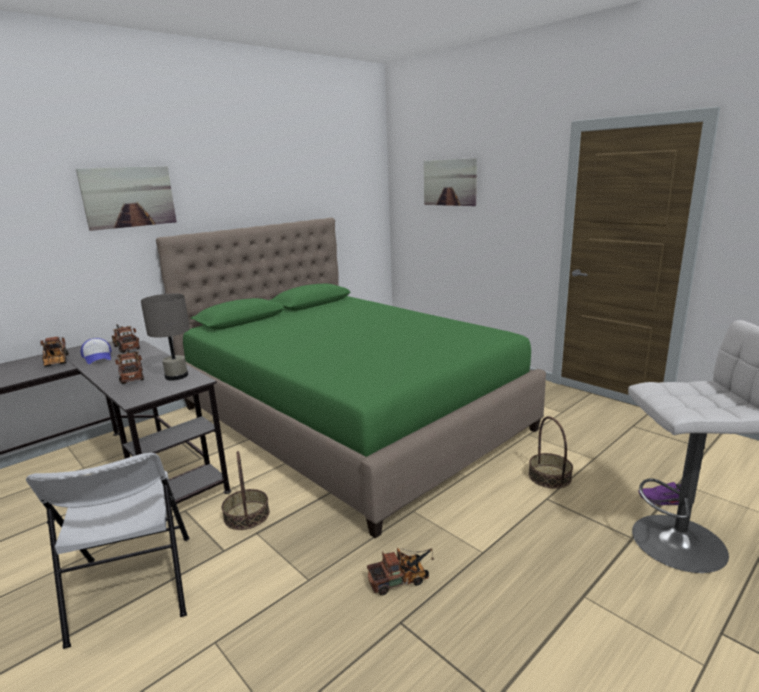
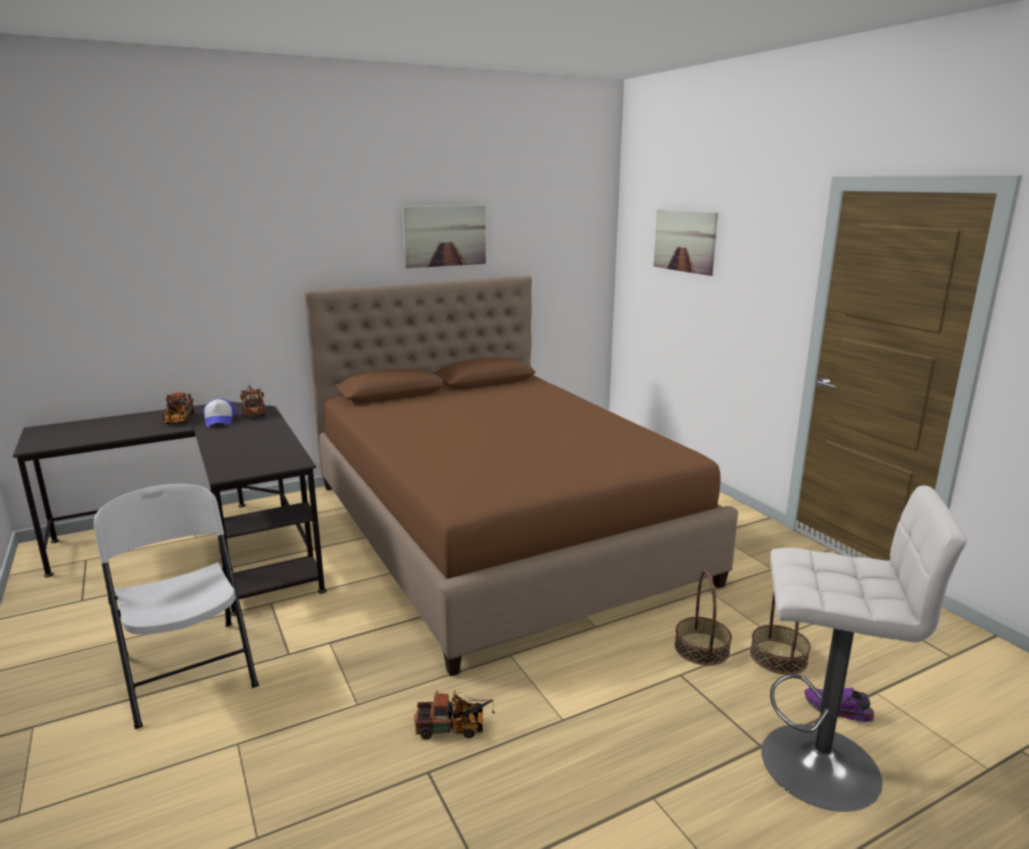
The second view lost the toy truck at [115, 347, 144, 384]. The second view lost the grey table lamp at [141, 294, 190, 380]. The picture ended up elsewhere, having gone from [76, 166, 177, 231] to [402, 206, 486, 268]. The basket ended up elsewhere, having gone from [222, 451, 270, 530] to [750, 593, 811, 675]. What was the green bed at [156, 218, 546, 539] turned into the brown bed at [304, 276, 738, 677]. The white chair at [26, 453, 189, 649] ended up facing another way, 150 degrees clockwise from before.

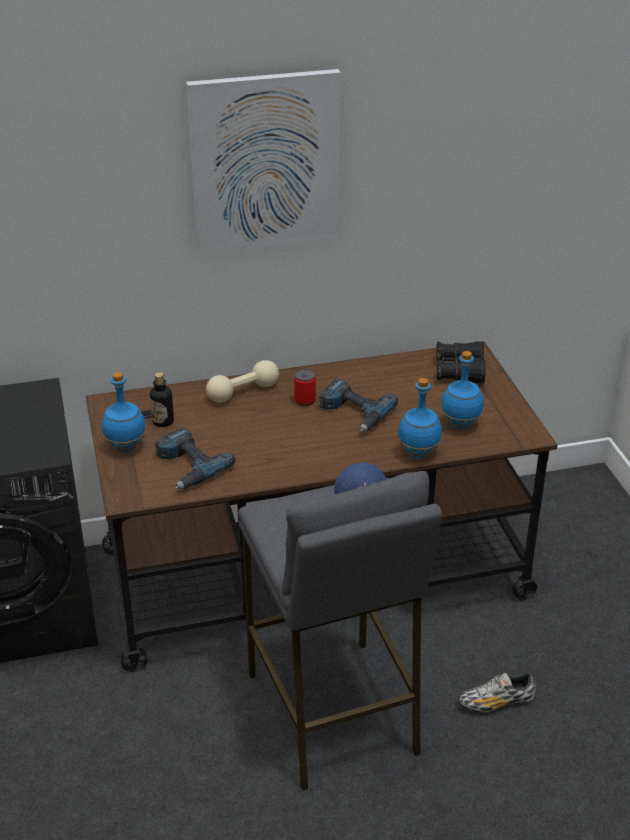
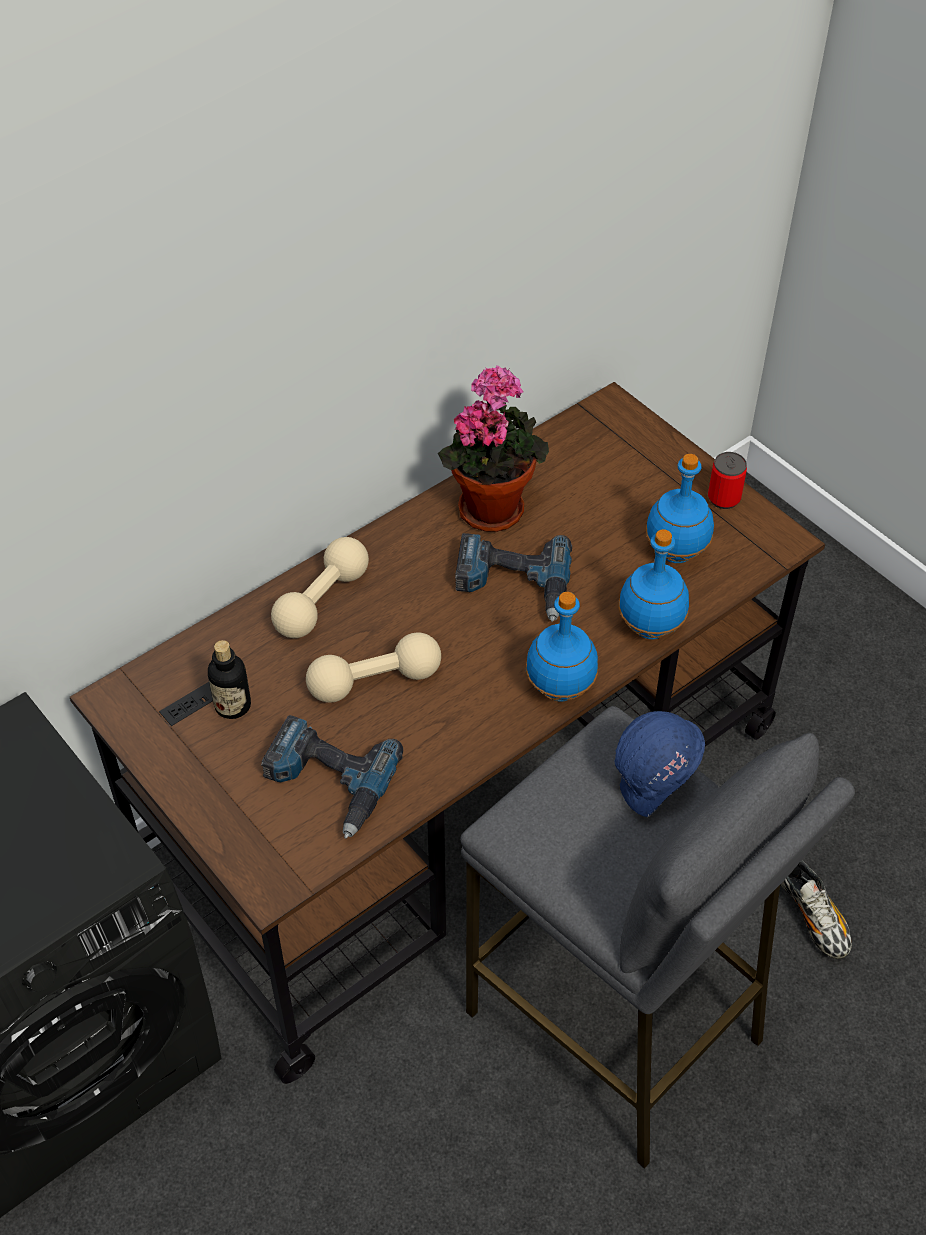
The second view lost the picture at [186, 69, 341, 255]. The second view lost the black binoculars at [436, 342, 486, 384]. The second view gained the beige dumbbell at [306, 632, 441, 703]. The second view gained the potted plant at [438, 366, 549, 532]. The blue bottle ended up elsewhere, having gone from [102, 372, 146, 452] to [526, 592, 598, 702]. The can ended up elsewhere, having gone from [294, 369, 316, 406] to [708, 452, 747, 509]. The shoe at [458, 672, 536, 711] ended up facing another way, 75 degrees counterclockwise from before.

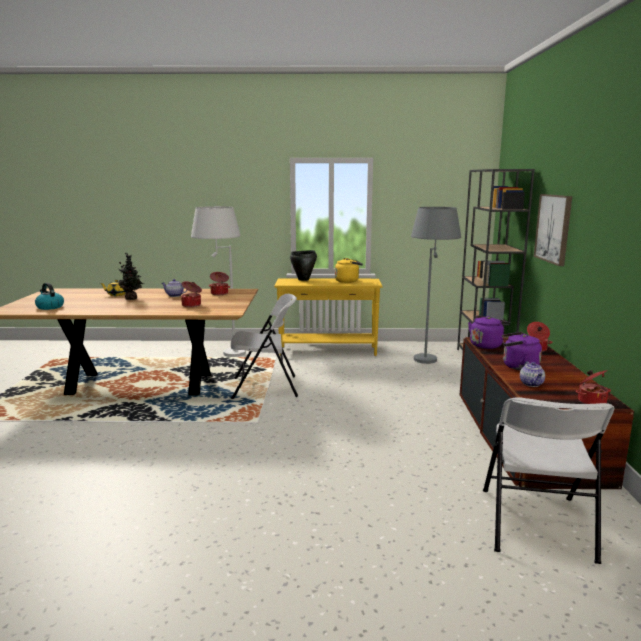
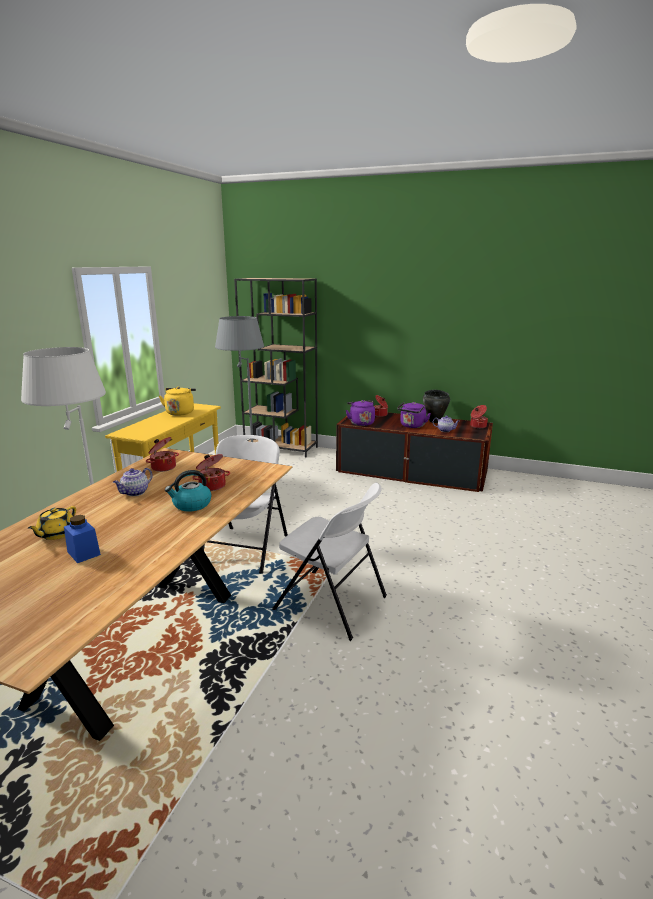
The second view lost the potted plant at [118, 253, 144, 300]. The second view lost the picture at [534, 194, 572, 266]. The second view gained the blue jar at [64, 515, 101, 563]. The kettle ended up elsewhere, having gone from [35, 283, 64, 310] to [165, 470, 212, 512]. The black cooking pot ended up elsewhere, having gone from [290, 250, 317, 281] to [423, 390, 450, 423]. The white chair ended up elsewhere, having gone from [483, 397, 614, 564] to [272, 483, 387, 641].

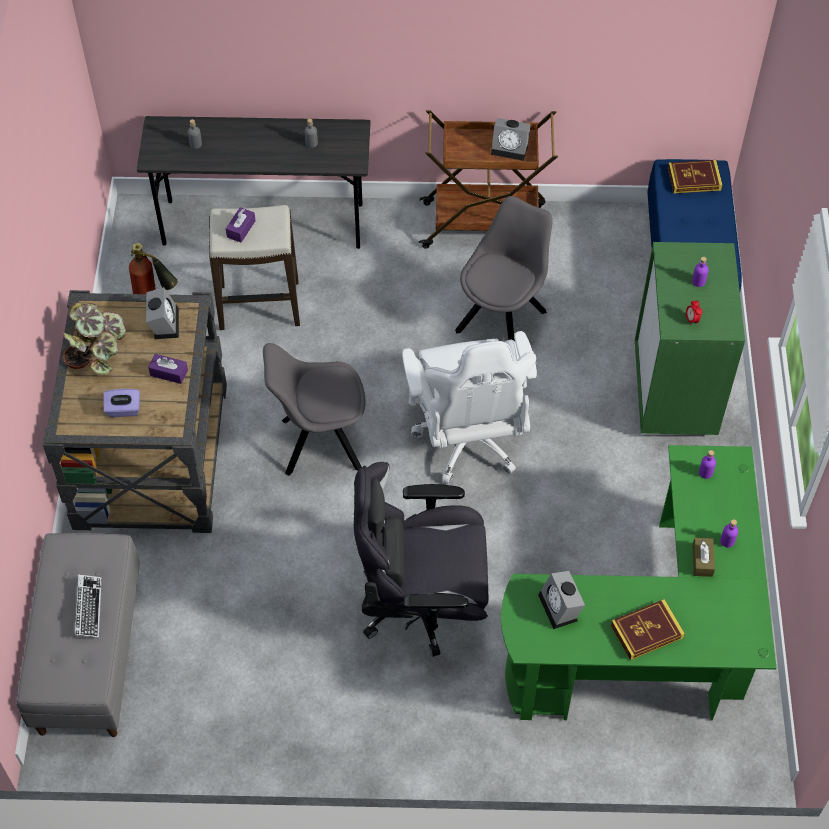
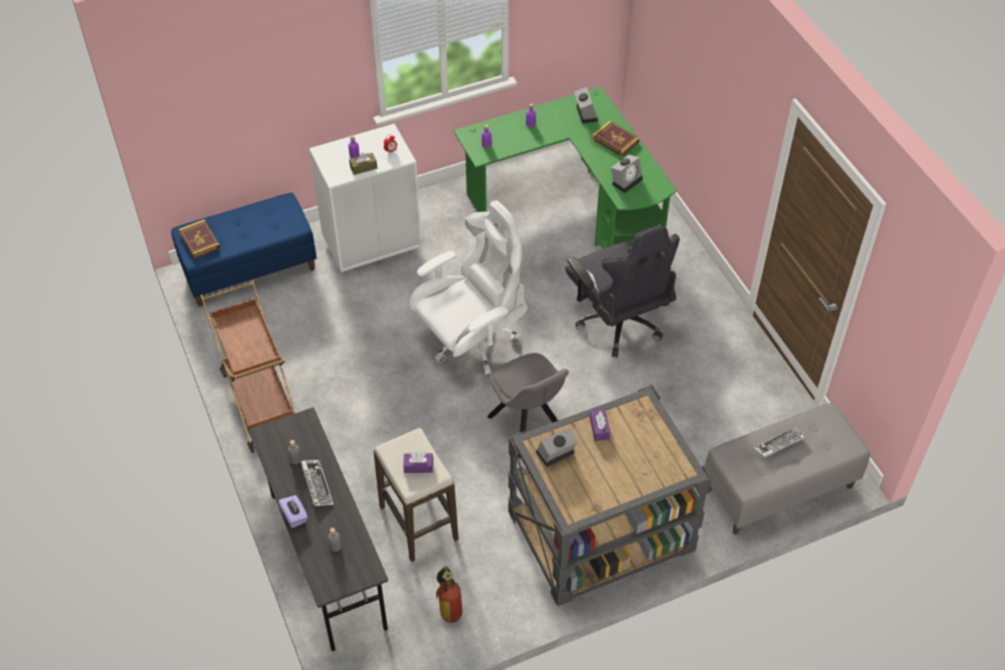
The second view lost the potted plant at [63, 302, 127, 375]. The second view lost the grey chair at [455, 196, 553, 341]. The second view gained the keyboard at [301, 460, 334, 506]. The purple tissue box ended up elsewhere, having gone from [103, 389, 140, 417] to [278, 495, 308, 528]. The alarm clock ended up elsewhere, having gone from [491, 118, 531, 161] to [574, 87, 598, 123]. The brown tissue box ended up elsewhere, having gone from [692, 538, 715, 577] to [349, 153, 377, 175]. What was the green cabinet at [635, 242, 745, 435] turned into the white cabinet at [309, 124, 422, 272].

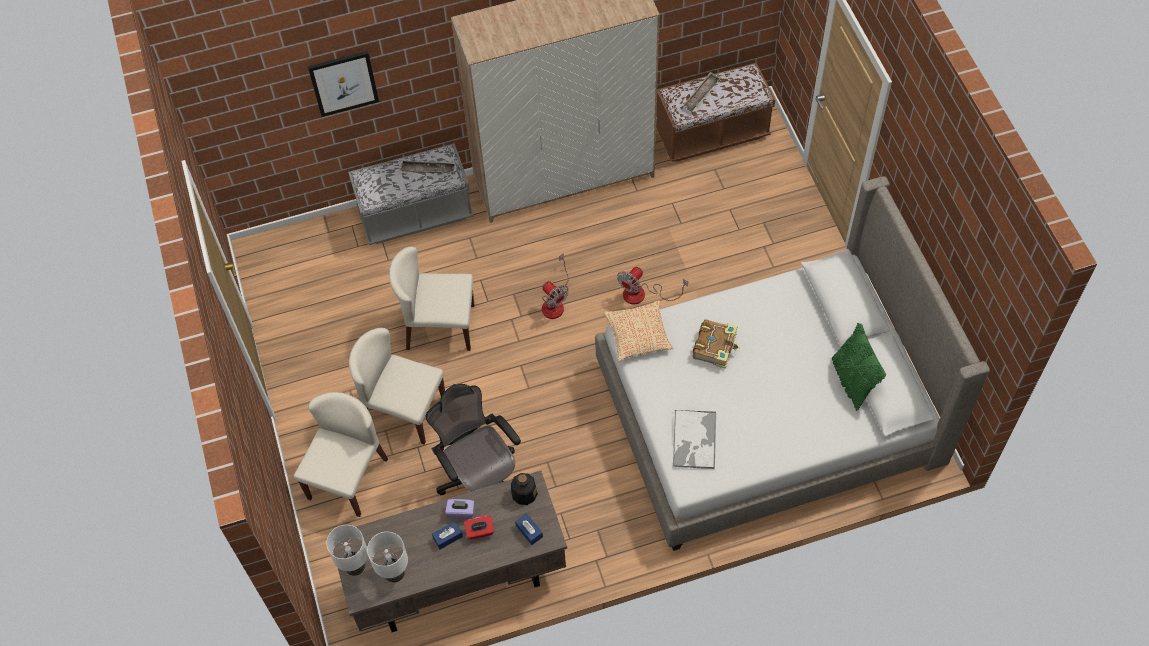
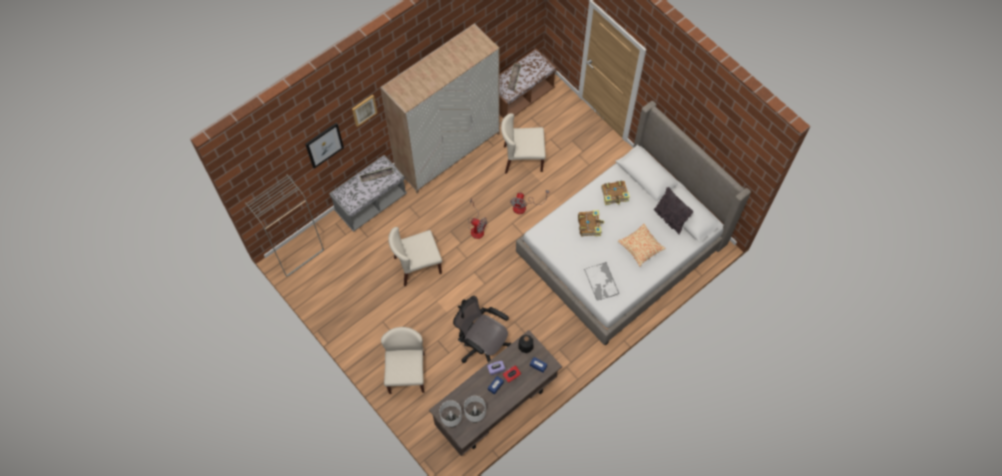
The second view gained the grey clothes rack at [245, 174, 324, 276]. The second view gained the picture at [352, 94, 377, 127]. The second view gained the book at [601, 181, 630, 205]. The beige chair ended up elsewhere, having gone from [349, 328, 445, 444] to [501, 113, 546, 174]. The beige pillow ended up elsewhere, having gone from [604, 300, 673, 362] to [618, 223, 666, 267]. What was the green pillow at [832, 323, 886, 411] turned into the black pillow at [654, 187, 693, 234].

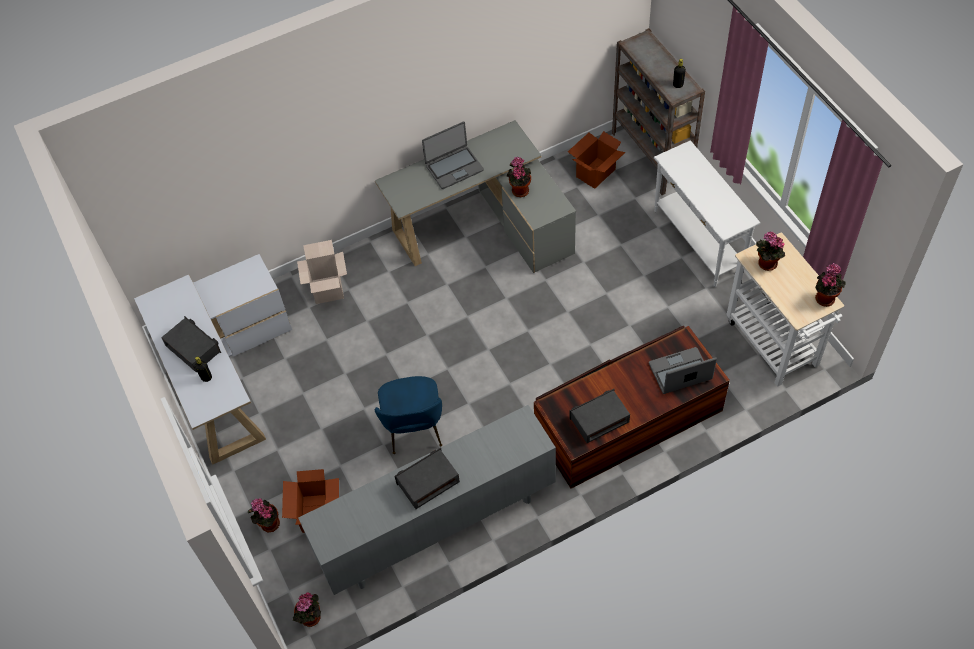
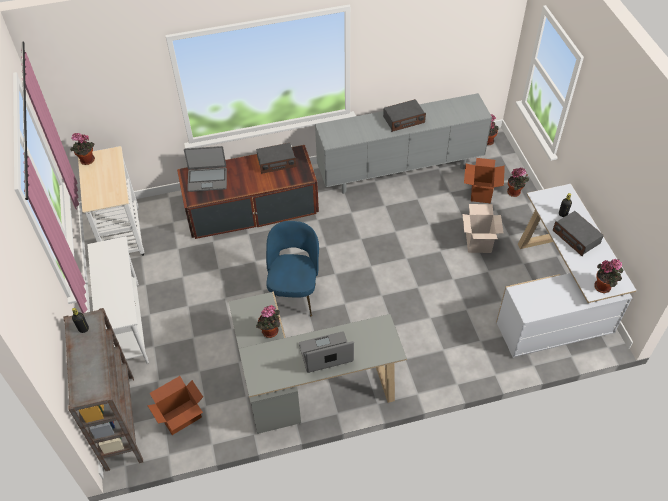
The cardboard box ended up elsewhere, having gone from [297, 240, 347, 304] to [462, 204, 503, 253]. The blue chair ended up elsewhere, having gone from [375, 376, 442, 454] to [266, 221, 319, 317]. The potted plant ended up elsewhere, having gone from [756, 231, 785, 271] to [594, 259, 623, 293].

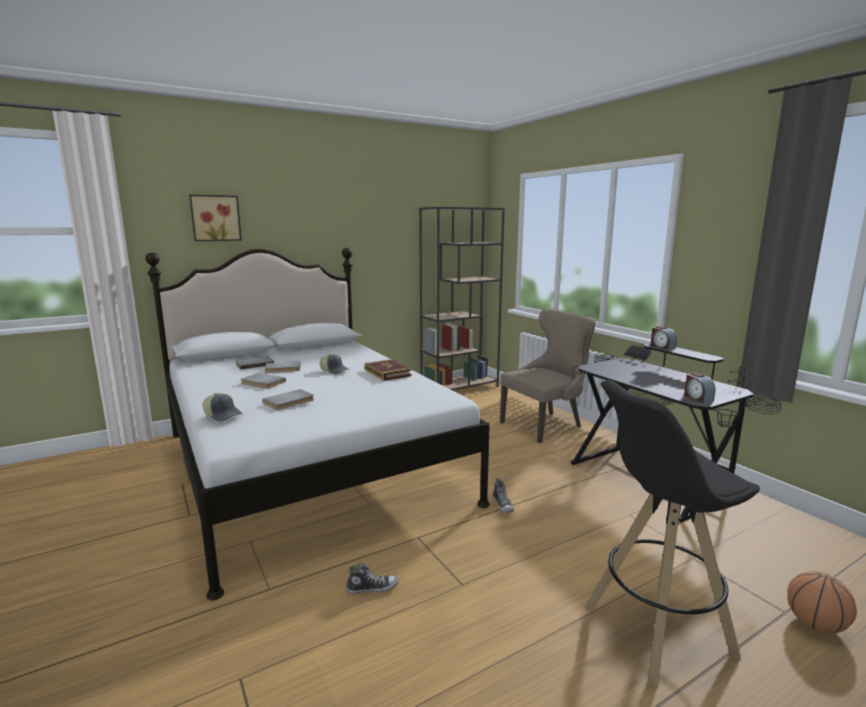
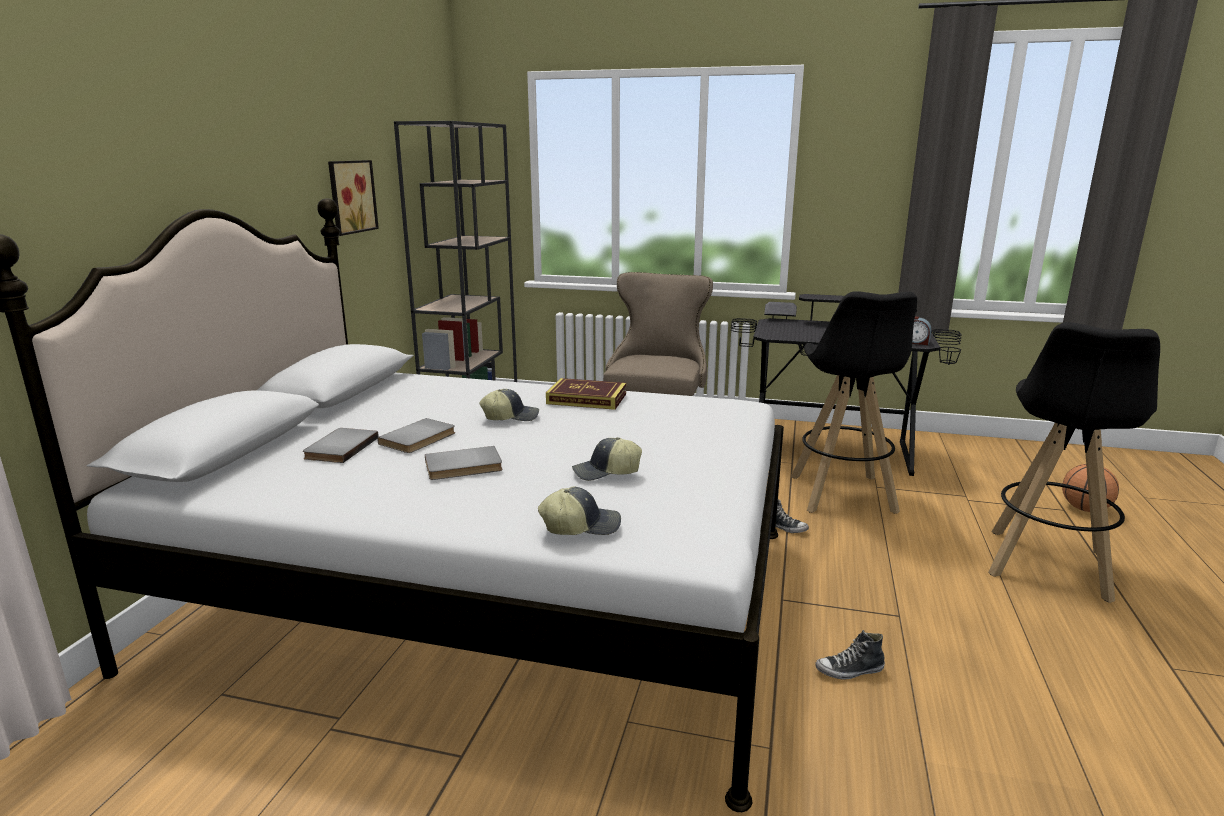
The second view lost the alarm clock at [651, 326, 677, 350]. The second view gained the black stool at [791, 291, 917, 514]. The picture ended up elsewhere, having gone from [189, 195, 242, 241] to [328, 160, 379, 236]. Where the grey book stood at [263, 389, 314, 410], the cap came to stand at [572, 437, 642, 481]. The shoe at [346, 562, 399, 594] ended up facing another way, 135 degrees counterclockwise from before.

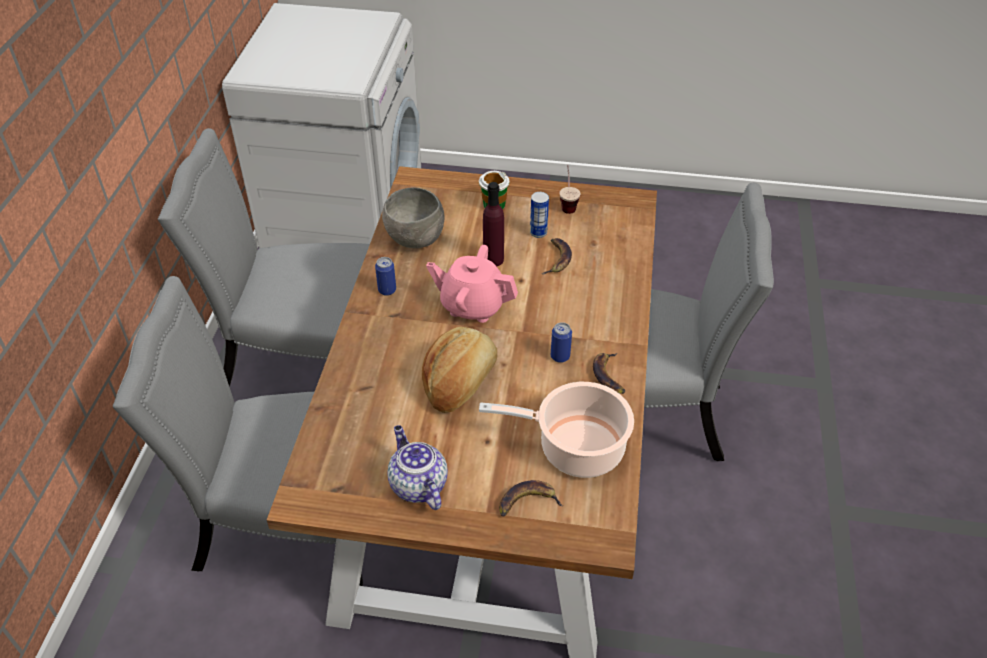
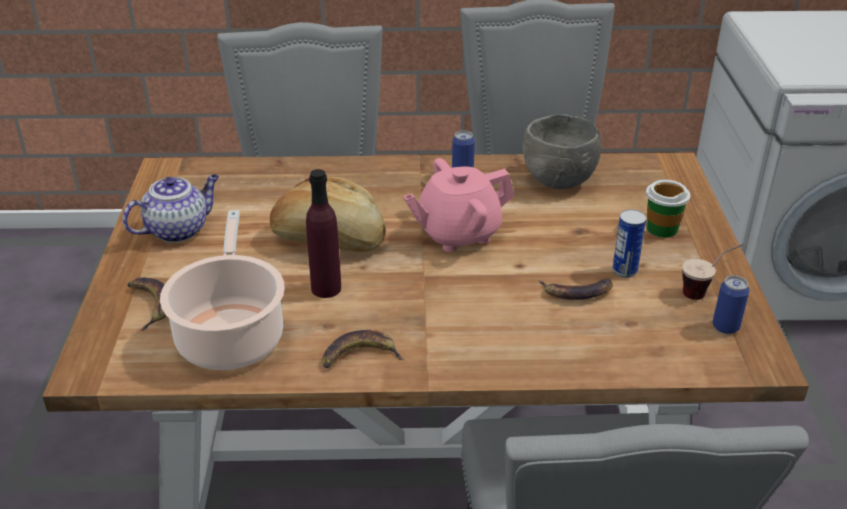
The purple bottle ended up elsewhere, having gone from [483, 182, 504, 266] to [306, 169, 341, 298]. The can ended up elsewhere, having gone from [551, 322, 572, 363] to [713, 276, 749, 334]. The pink teapot at [426, 245, 518, 323] ended up facing another way, 120 degrees counterclockwise from before.

